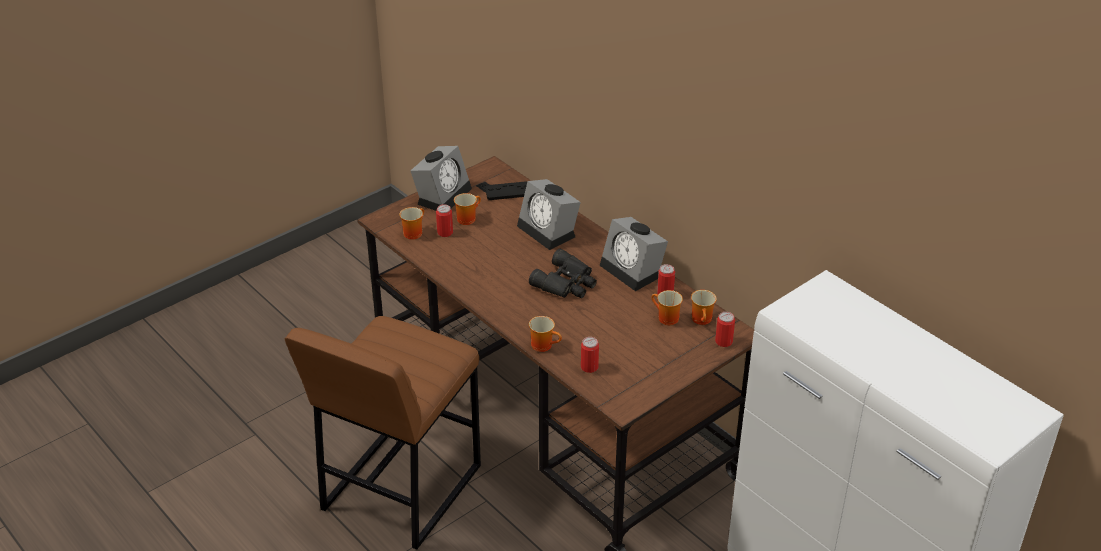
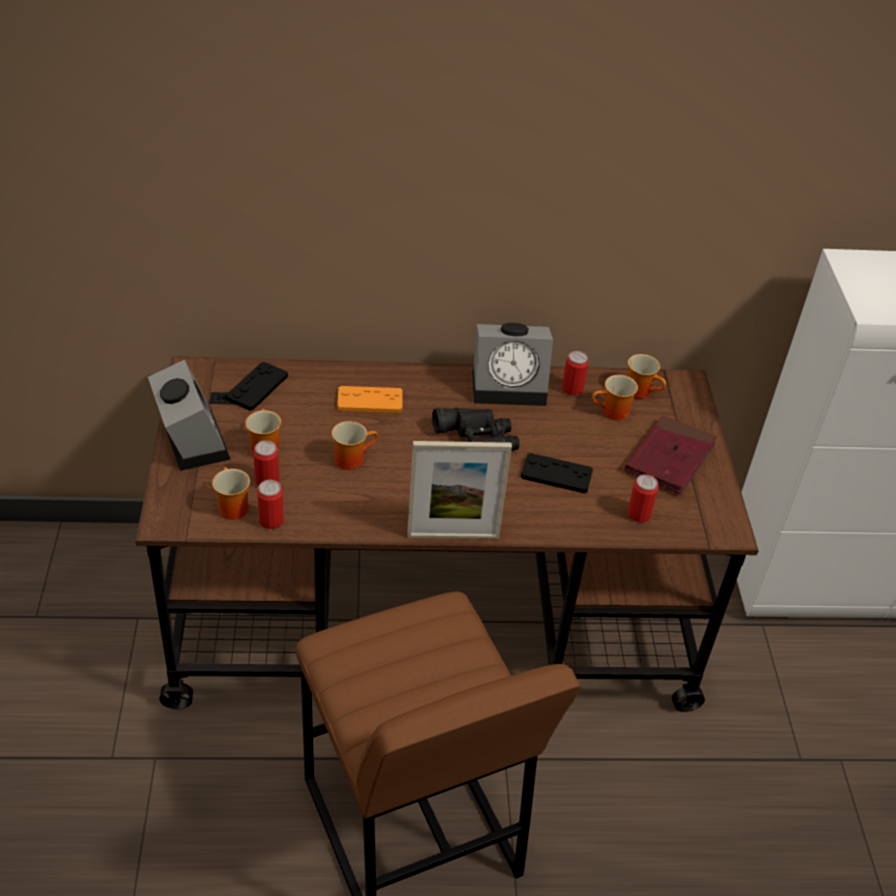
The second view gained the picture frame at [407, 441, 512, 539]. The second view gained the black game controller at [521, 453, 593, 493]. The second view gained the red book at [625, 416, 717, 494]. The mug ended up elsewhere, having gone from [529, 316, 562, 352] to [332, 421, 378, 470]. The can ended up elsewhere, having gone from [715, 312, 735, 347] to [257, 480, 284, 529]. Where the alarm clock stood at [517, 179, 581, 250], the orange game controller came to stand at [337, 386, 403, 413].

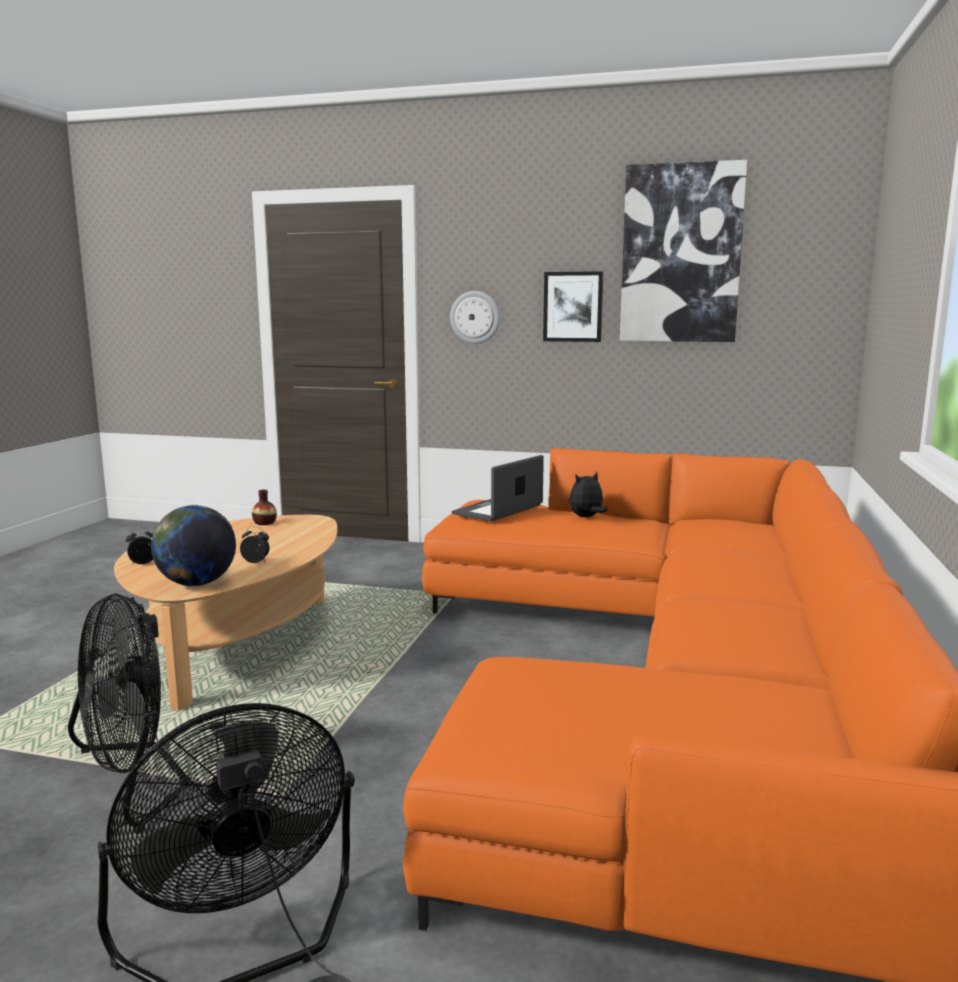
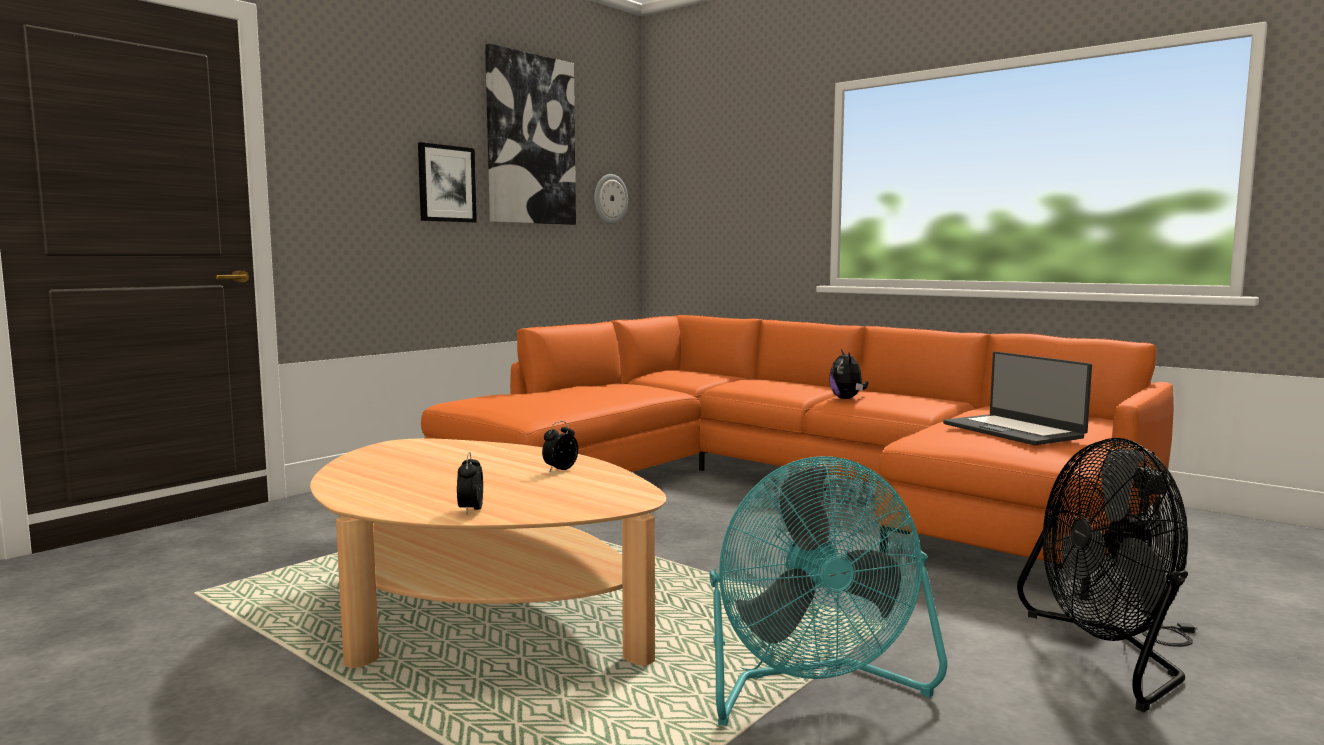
The second view lost the globe at [151, 505, 236, 586]. The second view lost the vase at [252, 490, 277, 525]. The wall clock ended up elsewhere, having gone from [450, 291, 500, 344] to [594, 174, 628, 223]. The laptop ended up elsewhere, having gone from [452, 455, 544, 522] to [943, 351, 1092, 445]. The plush toy ended up elsewhere, having gone from [569, 472, 608, 517] to [829, 349, 868, 399]. What was the black fan at [68, 594, 224, 834] turned into the turquoise fan at [710, 456, 947, 726].

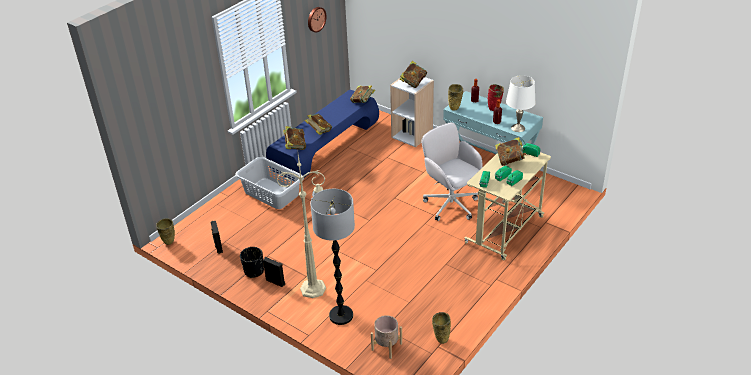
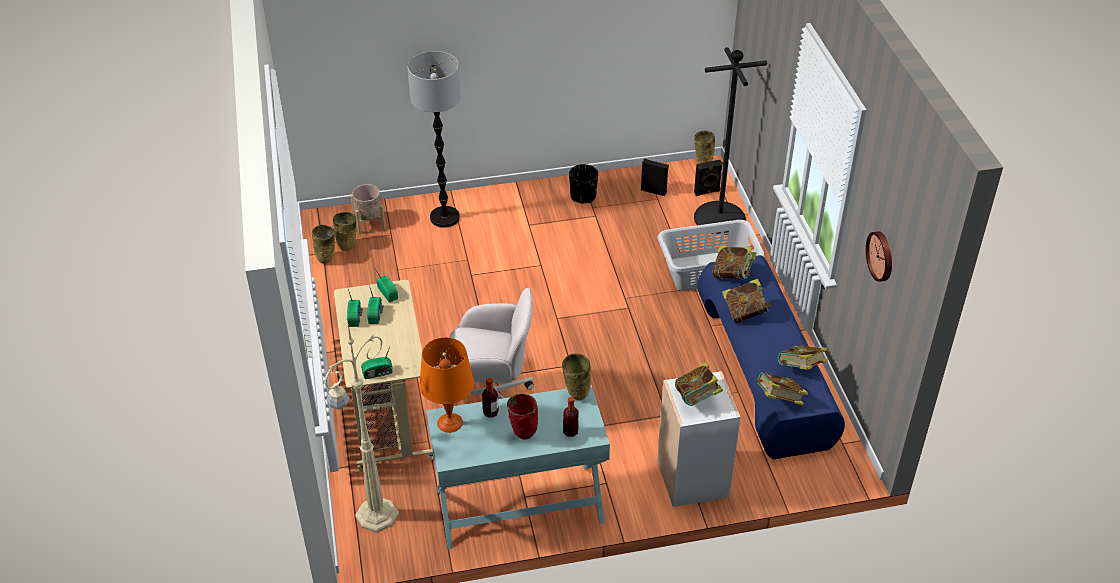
The second view gained the beige vase at [333, 212, 356, 251]. The second view gained the black clothes rack at [694, 47, 767, 235]. The black speaker ended up elsewhere, having gone from [263, 257, 285, 287] to [694, 160, 723, 196]. The beige floor lamp ended up elsewhere, having gone from [277, 148, 326, 298] to [324, 319, 399, 533]. The book ended up elsewhere, having gone from [495, 137, 526, 166] to [778, 345, 828, 370]. What was the white table lamp at [506, 75, 536, 132] turned into the orange table lamp at [419, 337, 474, 433].

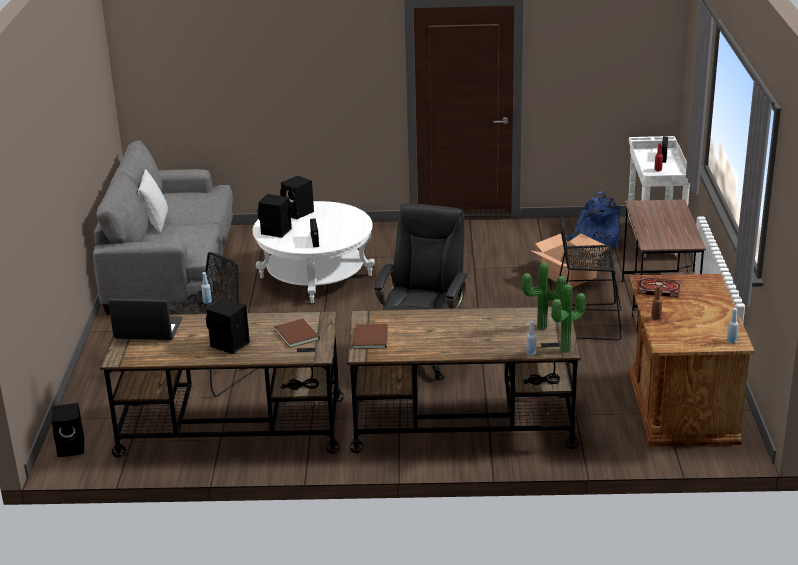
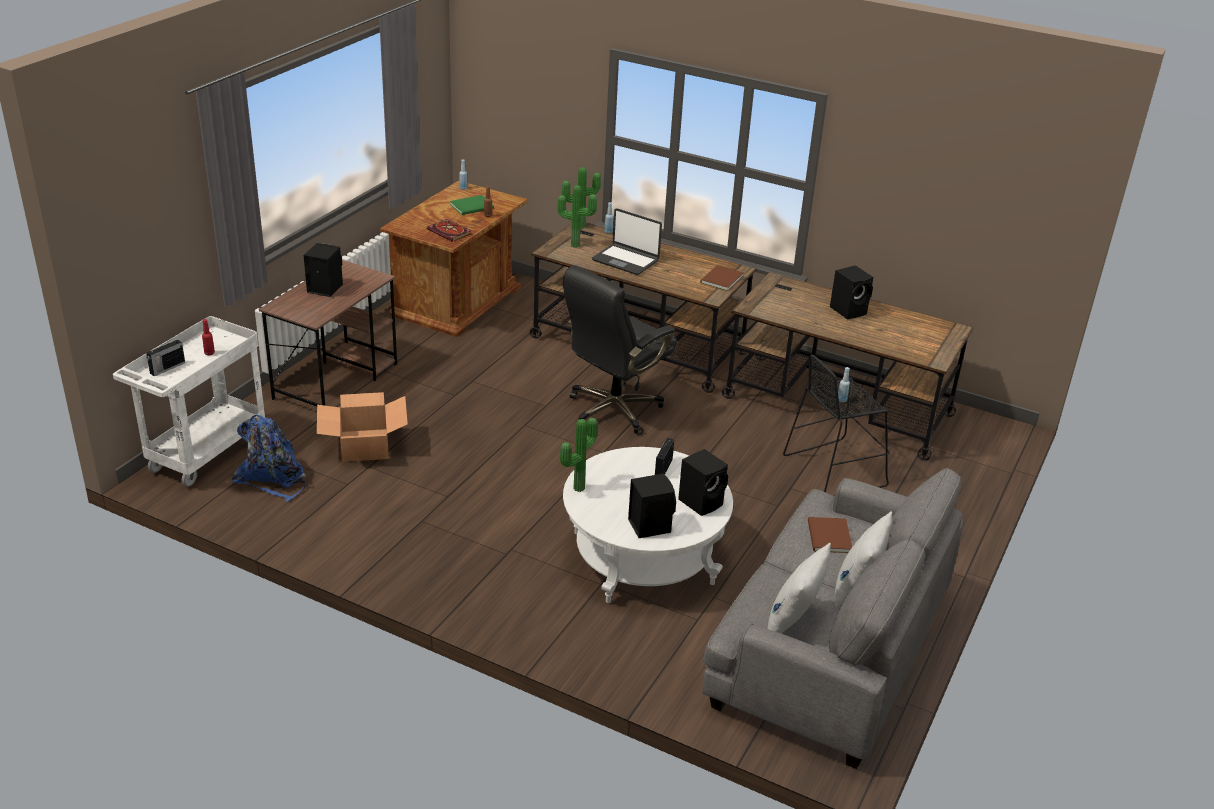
The second view lost the black stool at [559, 215, 622, 340]. The second view gained the green book at [450, 195, 494, 215]. The second view gained the potted plant at [560, 418, 597, 492]. The second view gained the grey pillow at [767, 543, 831, 633]. The black speaker ended up elsewhere, having gone from [51, 403, 84, 457] to [304, 243, 343, 297]. The laptop ended up elsewhere, having gone from [108, 299, 182, 340] to [592, 208, 662, 275]. The brown book ended up elsewhere, having gone from [274, 319, 320, 348] to [808, 517, 852, 553].

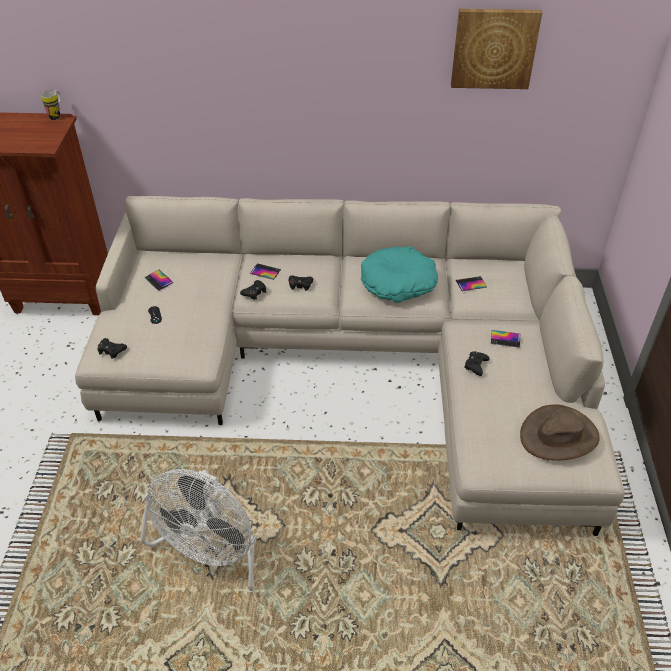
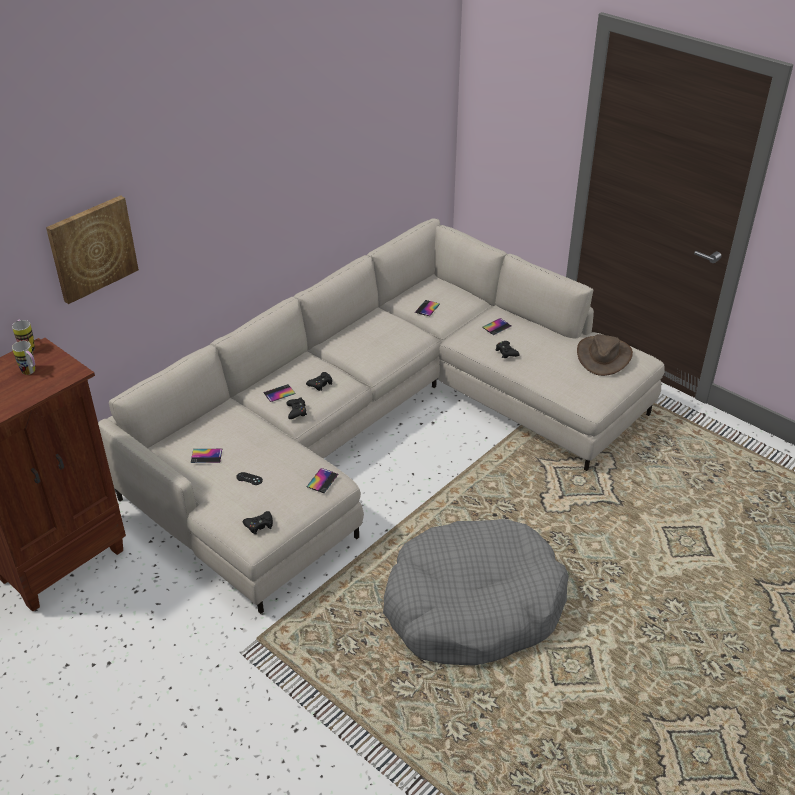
The second view lost the turquoise pillow at [361, 246, 438, 303]. The second view gained the mug at [12, 341, 35, 375]. The second view gained the phone at [307, 468, 338, 493]. The picture ended up elsewhere, having gone from [451, 9, 542, 89] to [46, 195, 139, 304]. Where the white fan stood at [141, 469, 257, 591], the grey dog bed came to stand at [383, 519, 569, 666].

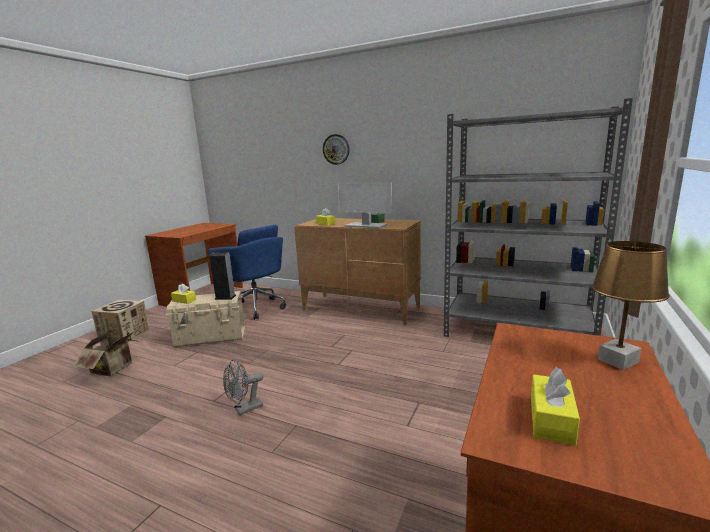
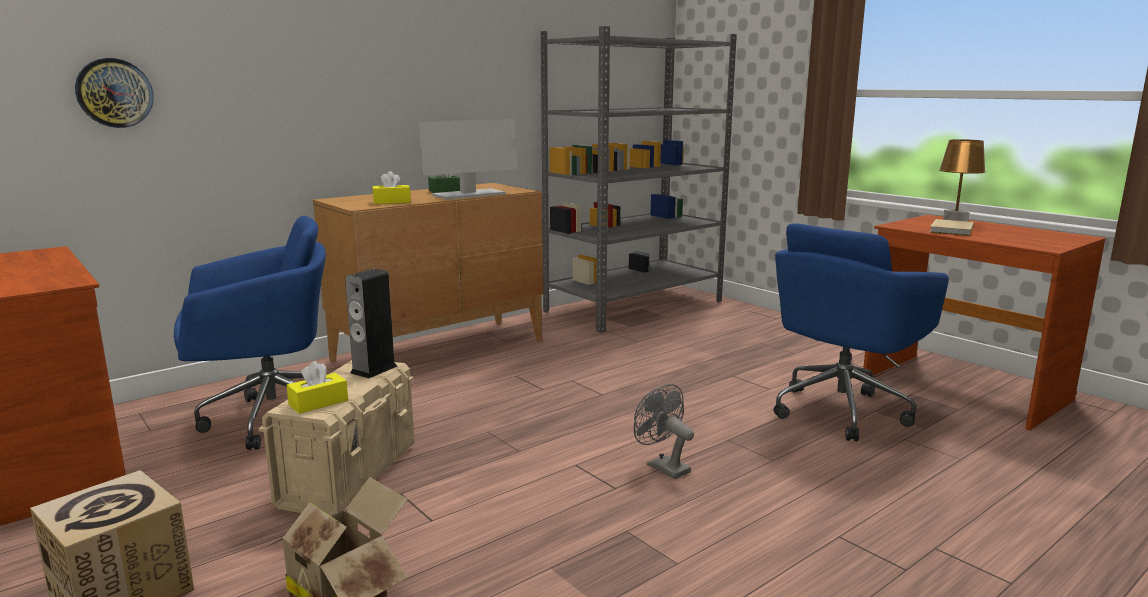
The second view lost the yellow tissue box at [531, 367, 580, 446]. The second view gained the blue office chair at [773, 223, 949, 441]. The second view gained the beige book at [930, 219, 974, 236]. The wall clock ended up elsewhere, having gone from [323, 134, 350, 165] to [75, 58, 154, 128]. The grey fan at [223, 359, 263, 415] ended up facing another way, 150 degrees clockwise from before.

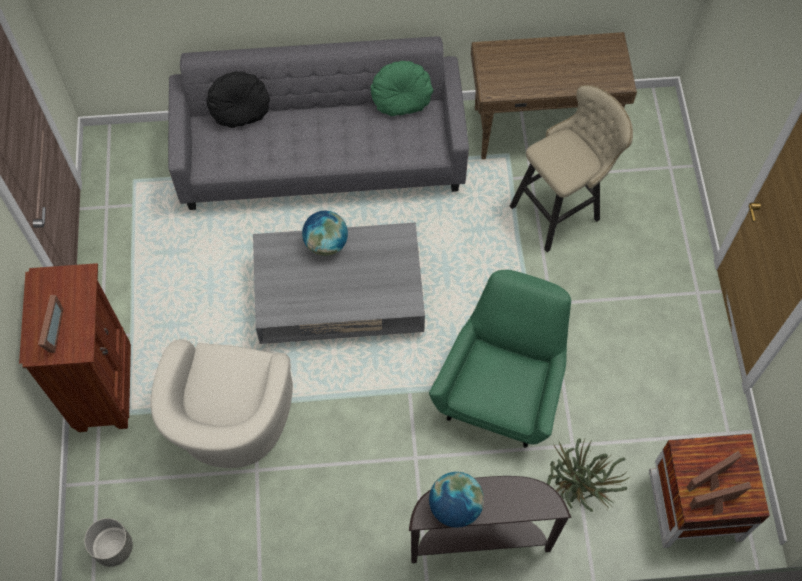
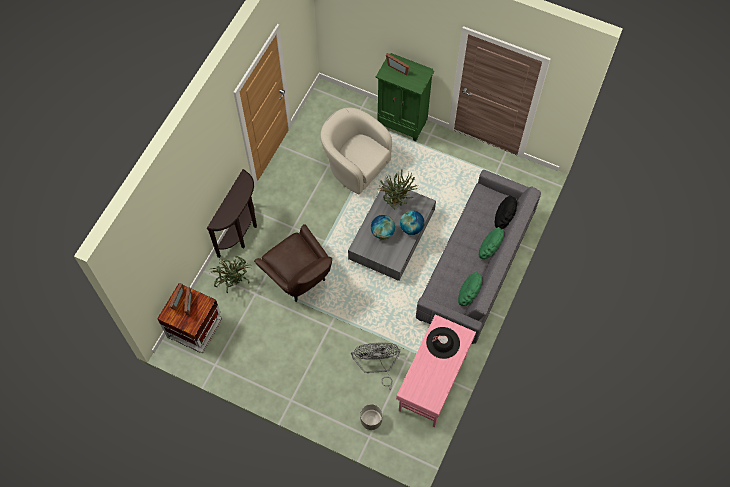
The second view gained the potted plant at [378, 169, 418, 209]. The second view gained the black hat at [426, 327, 460, 359]. The second view gained the green pillow at [479, 227, 504, 259]. The grey planter ended up elsewhere, having gone from [84, 518, 133, 567] to [361, 404, 383, 430]. The globe ended up elsewhere, having gone from [429, 472, 484, 528] to [371, 215, 395, 239]. Where the beige stool stood at [510, 85, 633, 252], the grey fan came to stand at [351, 343, 401, 389]. What was the brown cabinet at [19, 263, 131, 432] turned into the green cabinet at [376, 53, 434, 142]. What was the green armchair at [429, 270, 571, 448] turned into the brown armchair at [254, 224, 332, 302]. What was the brown console table at [471, 32, 637, 159] turned into the pink console table at [396, 314, 476, 428].

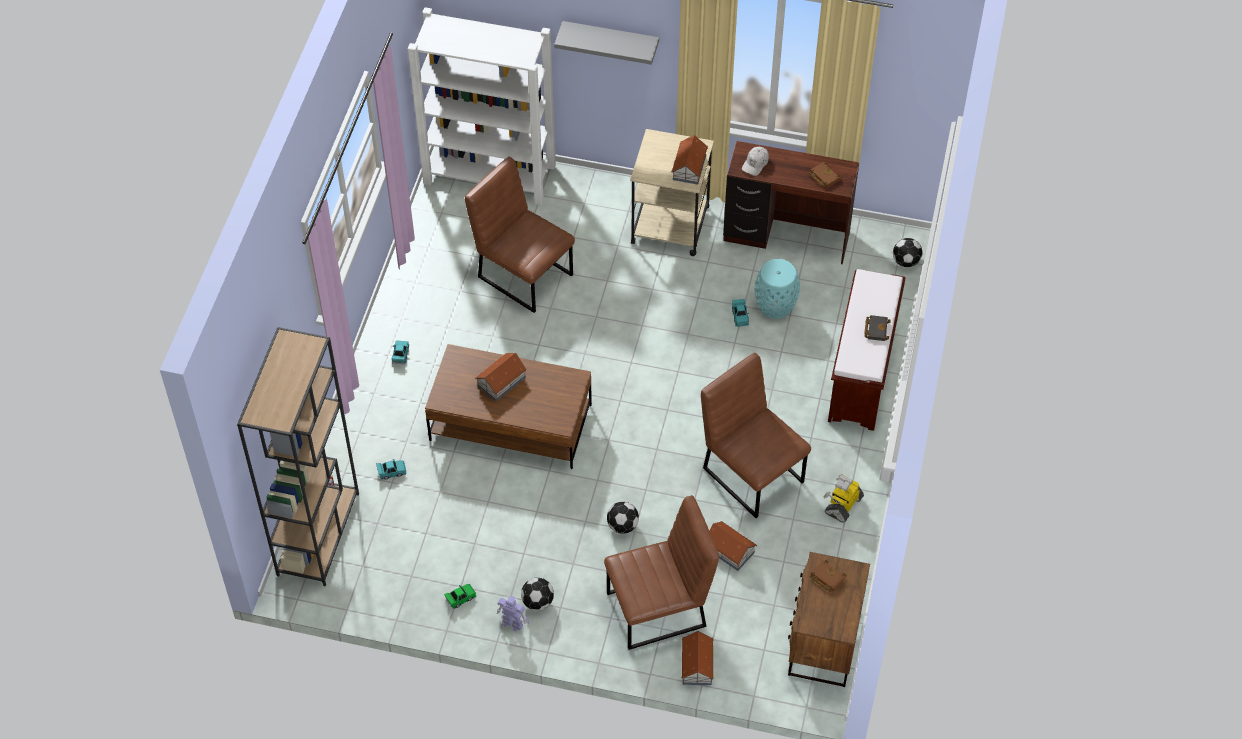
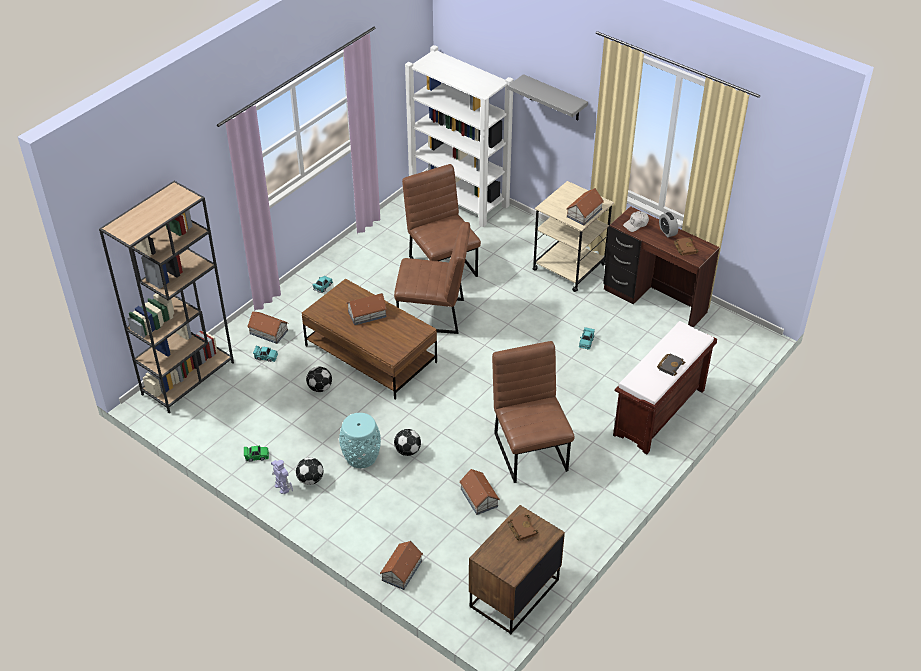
The second view lost the toy robot at [823, 474, 864, 523]. The second view gained the toy house at [247, 311, 288, 344]. The second view gained the alarm clock at [659, 212, 678, 237]. The brown chair ended up elsewhere, having gone from [604, 495, 719, 650] to [394, 222, 470, 334]. The turquoise stool ended up elsewhere, having gone from [755, 259, 800, 319] to [339, 413, 381, 468]. The football ended up elsewhere, having gone from [893, 238, 922, 267] to [306, 367, 332, 392].

